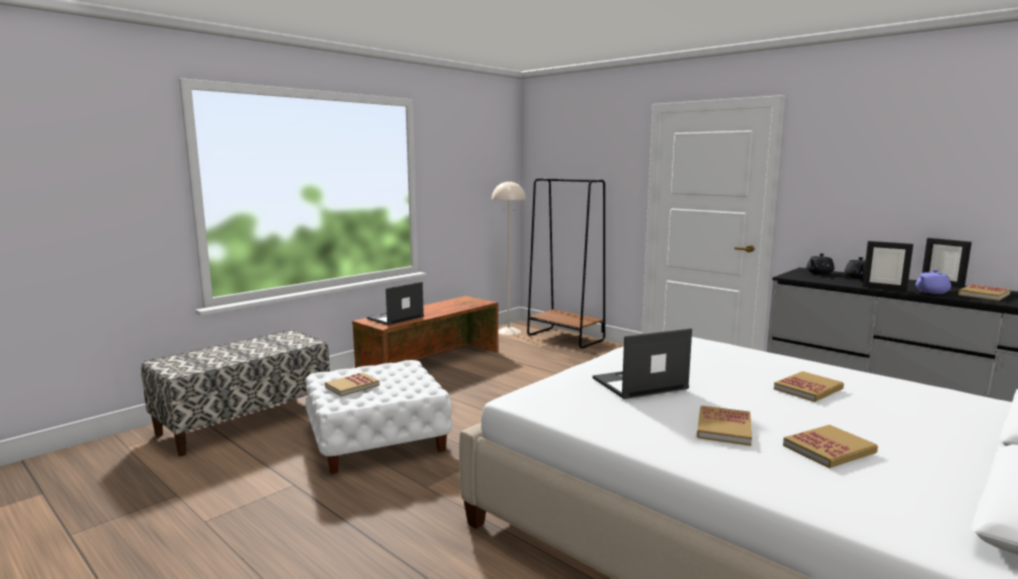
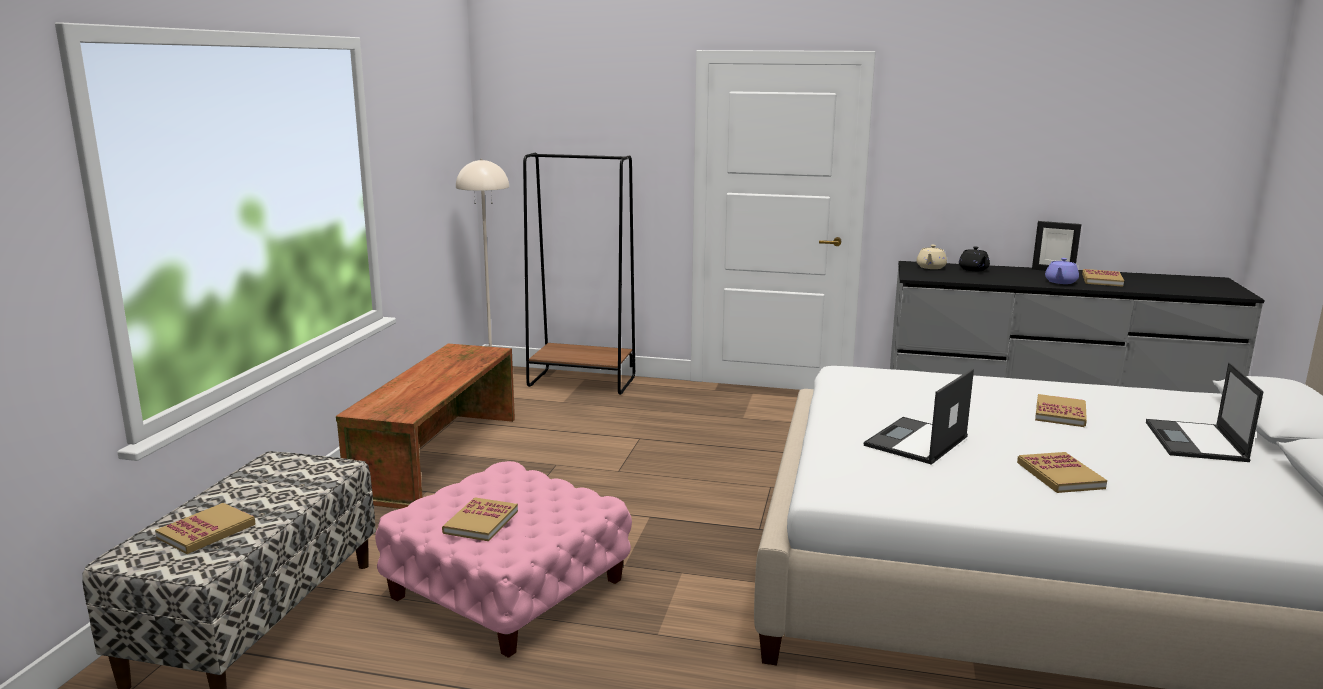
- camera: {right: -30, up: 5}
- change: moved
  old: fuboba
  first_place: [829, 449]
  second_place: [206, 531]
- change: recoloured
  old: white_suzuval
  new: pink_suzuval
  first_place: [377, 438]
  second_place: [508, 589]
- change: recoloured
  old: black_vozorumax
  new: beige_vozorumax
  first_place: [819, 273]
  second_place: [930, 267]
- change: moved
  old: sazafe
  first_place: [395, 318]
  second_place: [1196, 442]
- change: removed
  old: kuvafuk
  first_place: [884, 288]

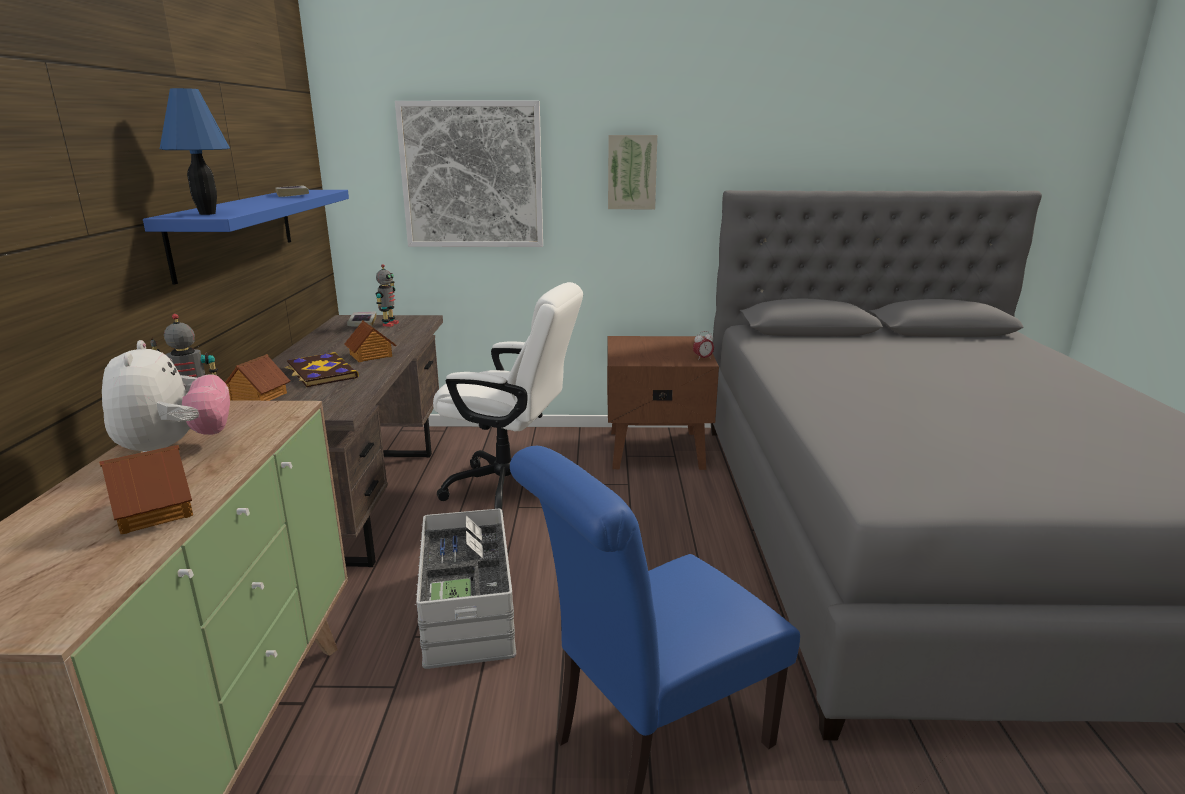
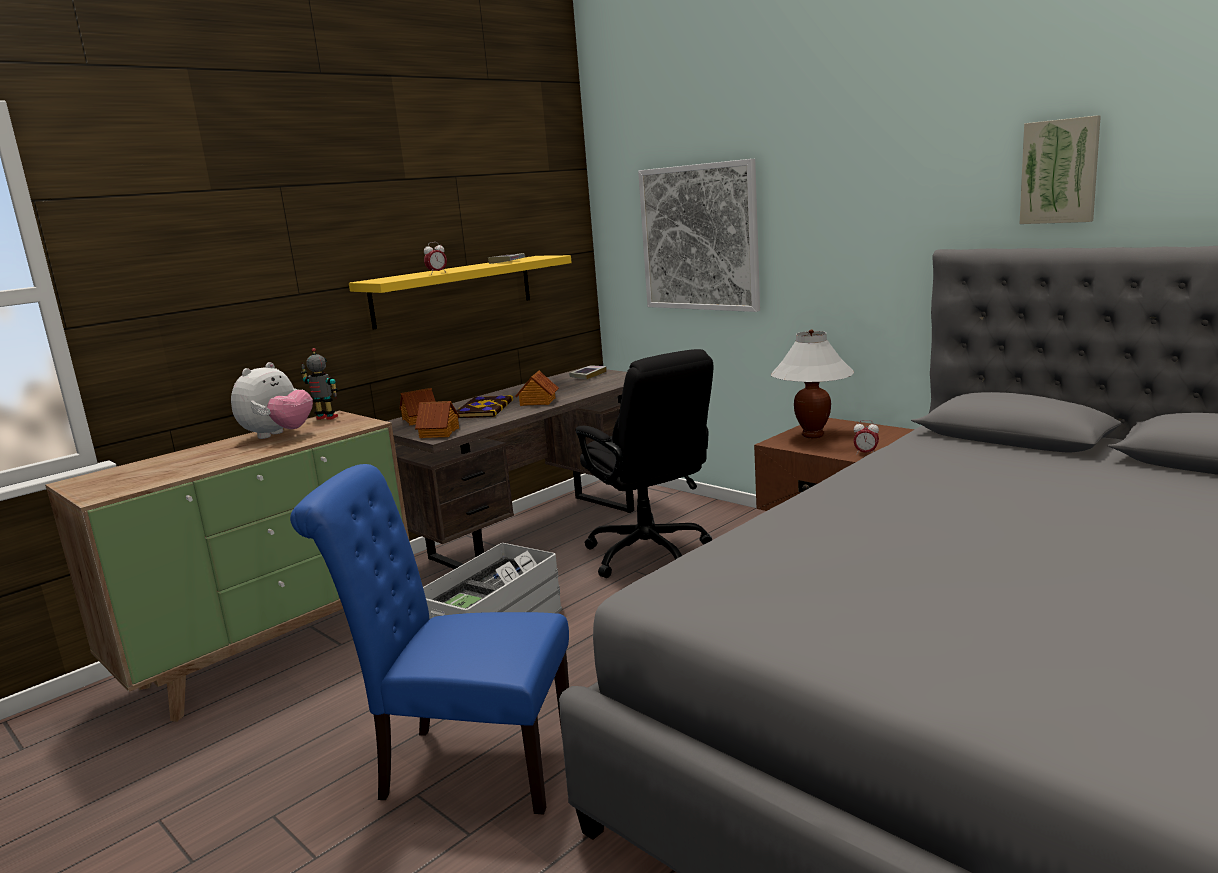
- camera: {right: 45, up: -5}
- change: recoloured
  old: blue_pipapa
  new: yellow_pipapa
  first_place: [235, 231]
  second_place: [453, 290]
- change: moved
  old: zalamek
  first_place: [152, 511]
  second_place: [438, 433]
- change: added
  new: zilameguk
  second_place: [437, 273]
- change: recoloured
  old: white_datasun
  new: black_datasun
  first_place: [512, 490]
  second_place: [651, 556]
- change: added
  new: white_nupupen
  second_place: [813, 435]
- change: moved
  old: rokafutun
  first_place: [632, 172]
  second_place: [1060, 171]
- change: removed
  old: blue_nupupen
  first_place: [207, 214]
- change: removed
  old: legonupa
  first_place: [389, 324]

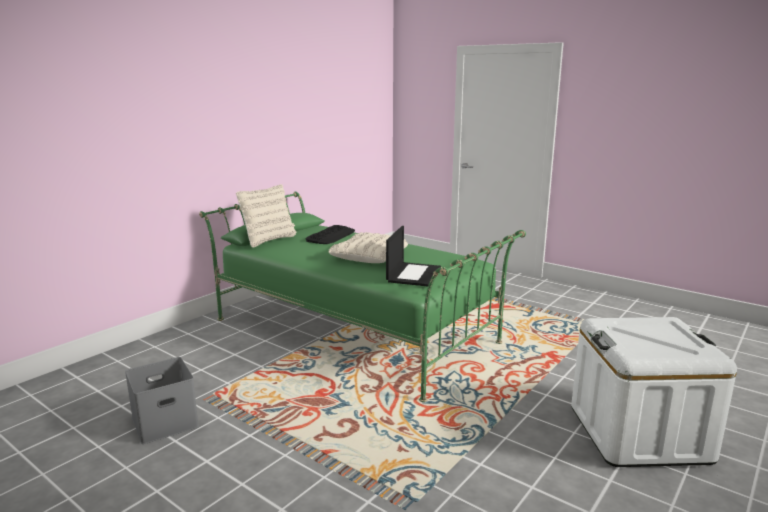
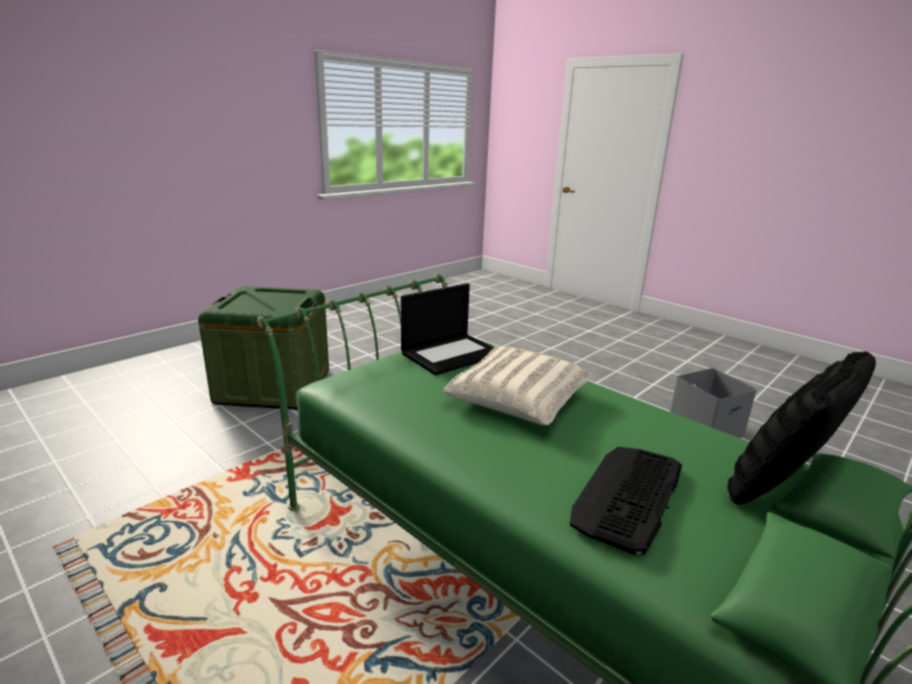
- camera: {right: -175, up: 5}
- change: recoloured
  old: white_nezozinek
  new: green_nezozinek
  first_place: [638, 433]
  second_place: [273, 386]
- change: turned
  old: sazafe
  first_place: [413, 274]
  second_place: [451, 353]
  degrees: -150
- change: recoloured
  old: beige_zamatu
  new: black_zamatu
  first_place: [269, 240]
  second_place: [781, 486]

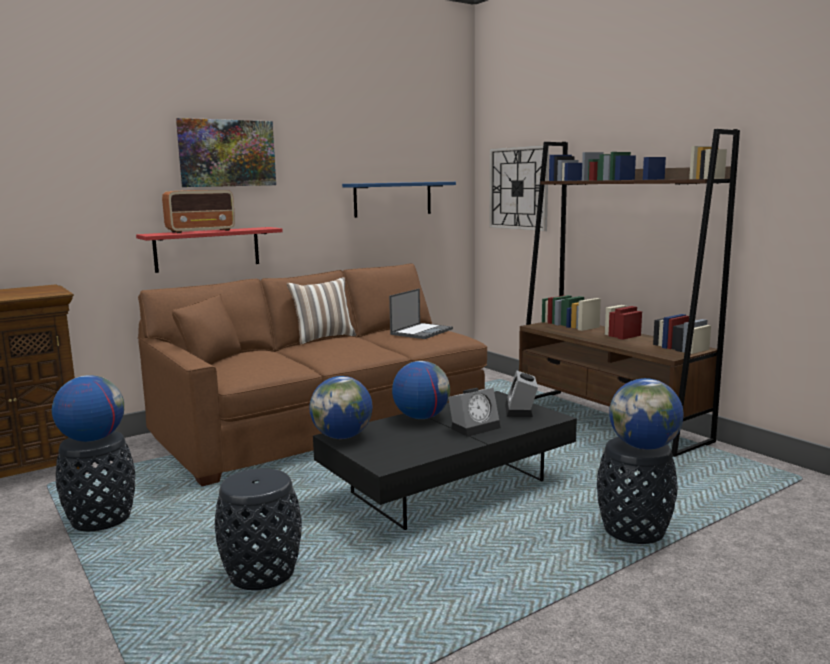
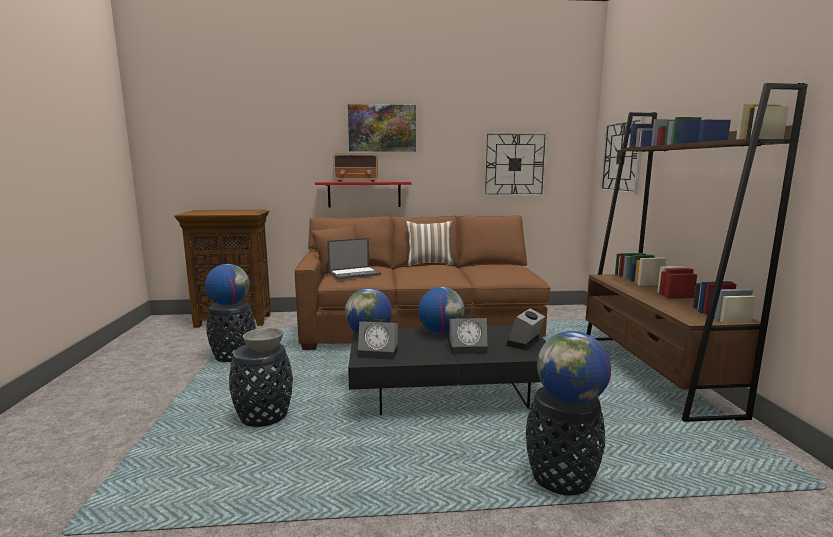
- camera: {right: 30, up: 0}
- change: added
  new: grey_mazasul
  second_place: [263, 350]
- change: moved
  old: sazafe
  first_place: [422, 331]
  second_place: [355, 273]
- change: added
  new: zilameguk
  second_place: [379, 353]
- change: replaced
  old: blue_pipapa
  new: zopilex
  first_place: [393, 199]
  second_place: [514, 164]

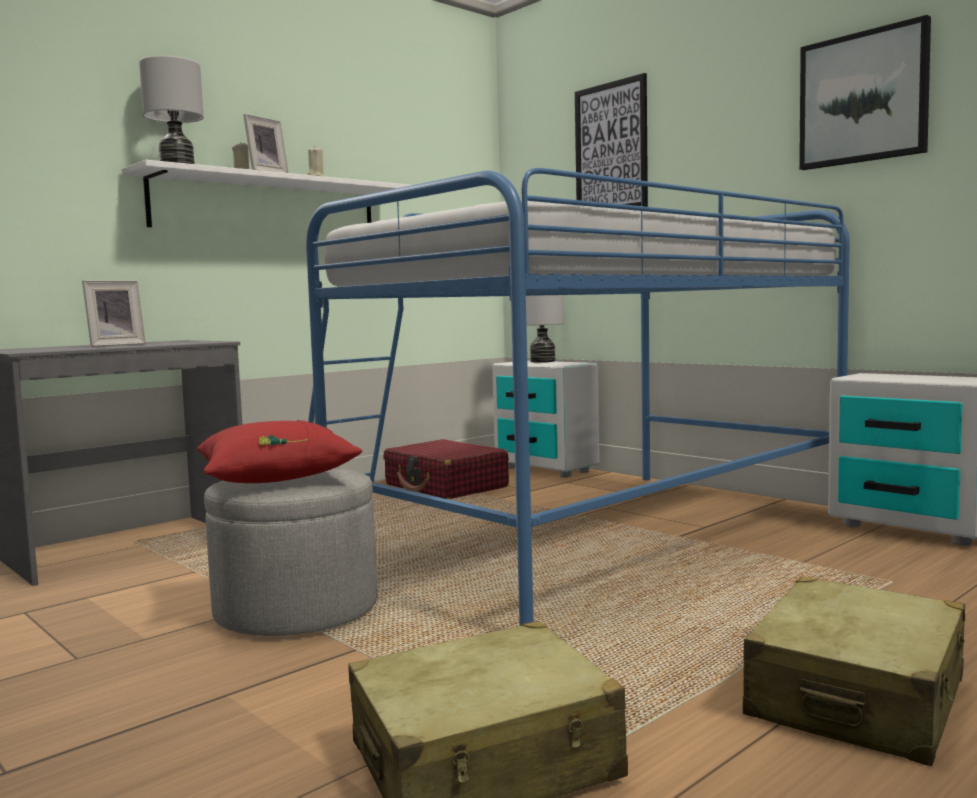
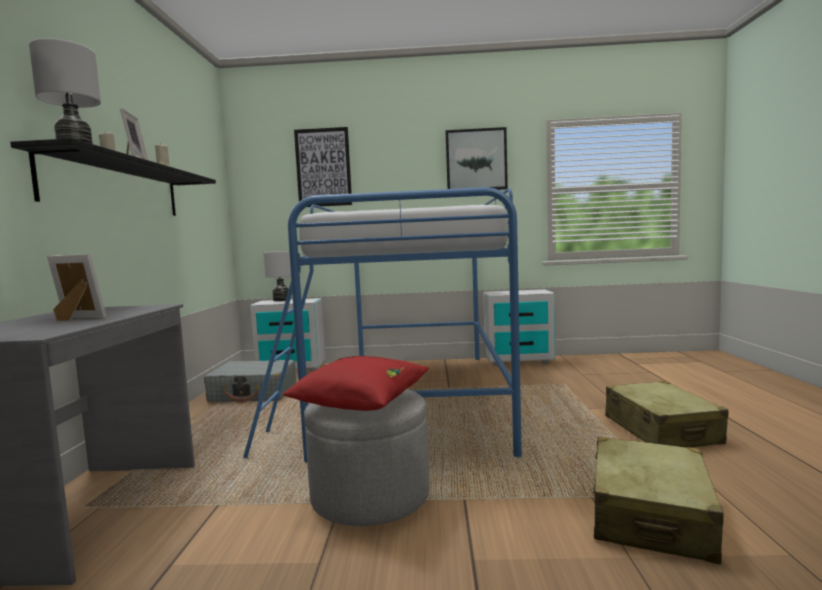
- camera: {right: -45, up: 0}
- change: recoloured
  old: white_pipapa
  new: black_pipapa
  first_place: [268, 206]
  second_place: [117, 188]
- change: turned
  old: kuvafuk
  first_place: [115, 345]
  second_place: [75, 319]
  degrees: -75
- change: recoloured
  old: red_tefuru
  new: grey_tefuru
  first_place: [446, 486]
  second_place: [254, 393]

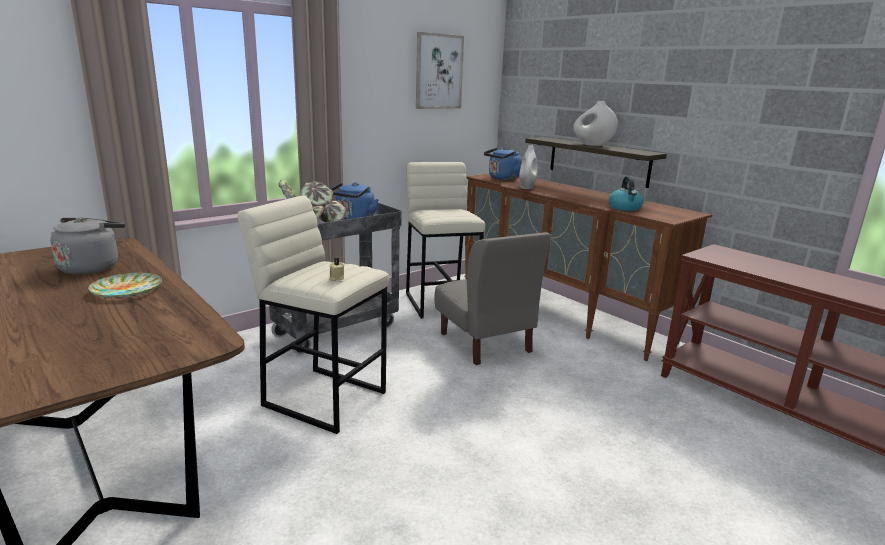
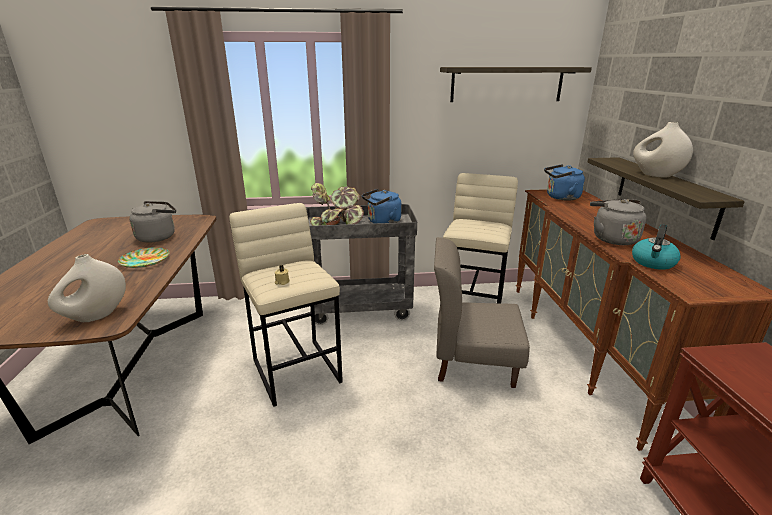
- camera: {right: 35, up: 5}
- change: moved
  old: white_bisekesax
  first_place: [527, 187]
  second_place: [96, 316]
- change: turned
  old: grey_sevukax
  first_place: [485, 342]
  second_place: [473, 362]
  degrees: 90
- change: replaced
  old: rokafutun
  new: pipapa
  first_place: [438, 72]
  second_place: [506, 84]
- change: added
  new: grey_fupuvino
  second_place: [612, 238]

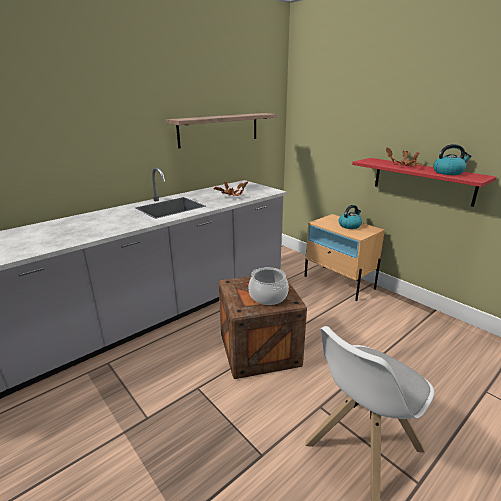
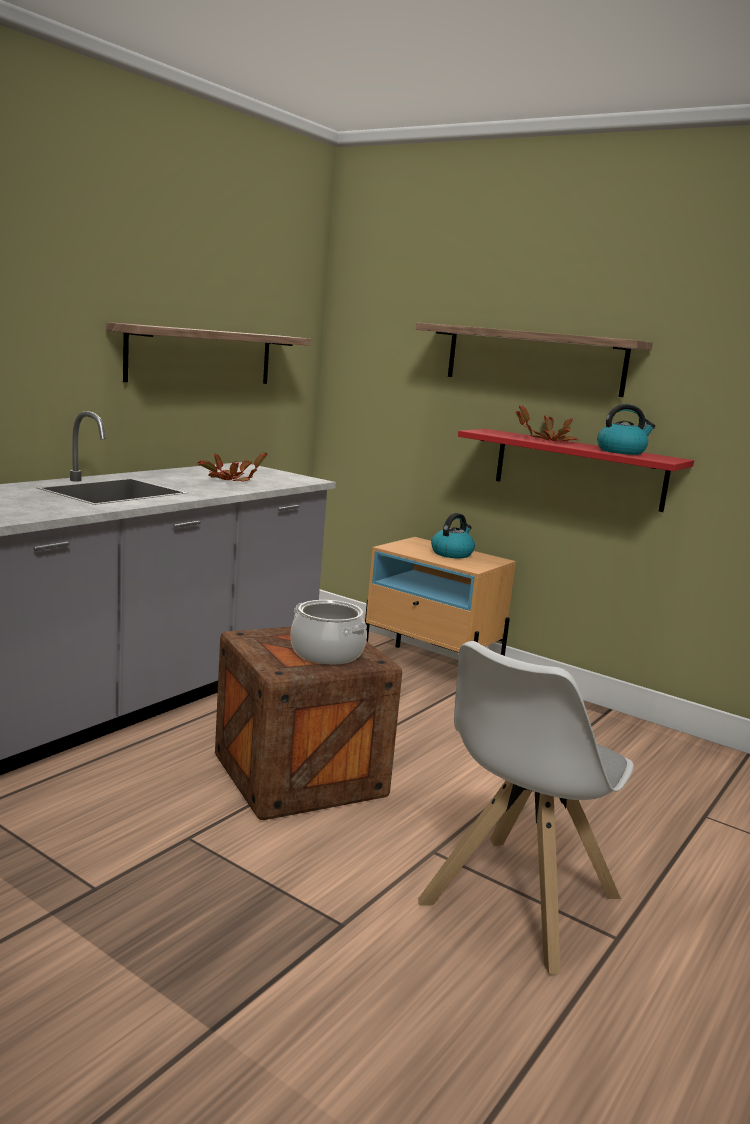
- camera: {right: -15, up: -10}
- change: added
  new: pipapa
  second_place: [534, 359]

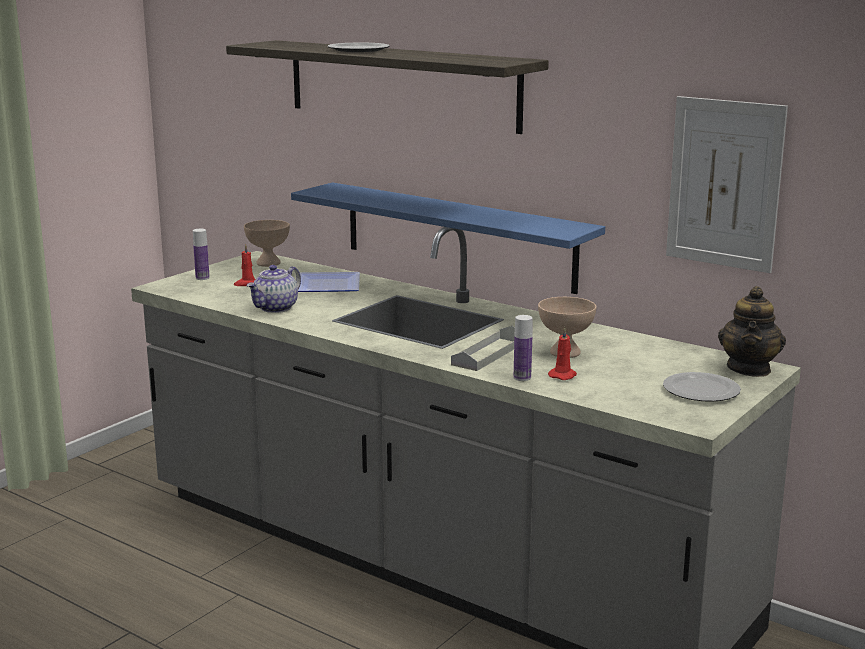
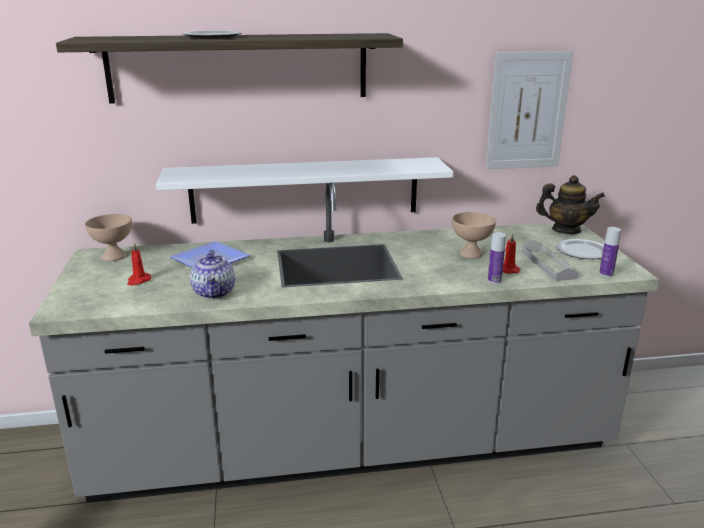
- camera: {right: -45, up: 5}
- change: recoloured
  old: blue_pipapa
  new: white_pipapa
  first_place: [457, 236]
  second_place: [305, 190]
- change: moved
  old: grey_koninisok
  first_place: [488, 354]
  second_place: [548, 264]
- change: turned
  old: vozorumax
  first_place: [749, 369]
  second_place: [566, 230]
  degrees: -45
- change: moved
  old: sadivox
  first_place: [202, 278]
  second_place: [606, 274]

